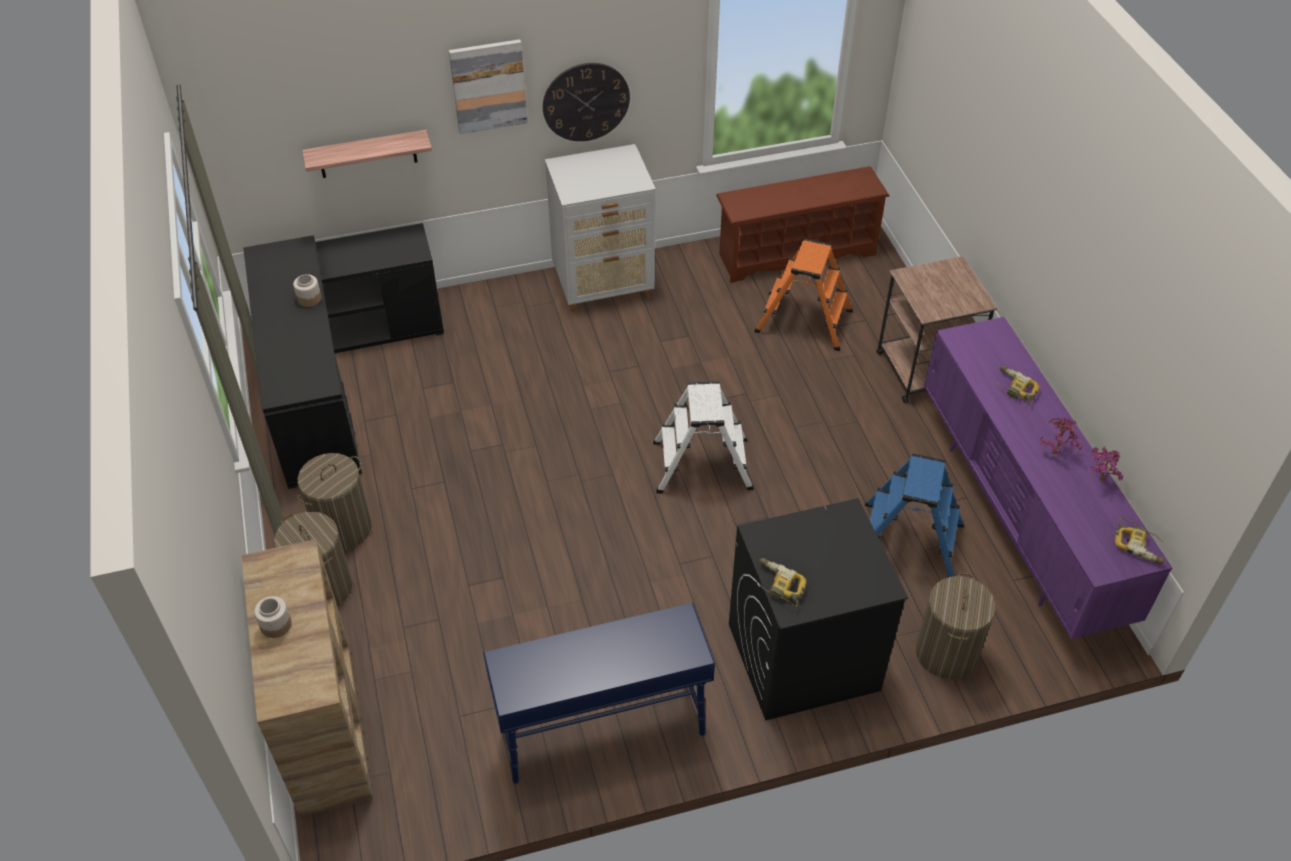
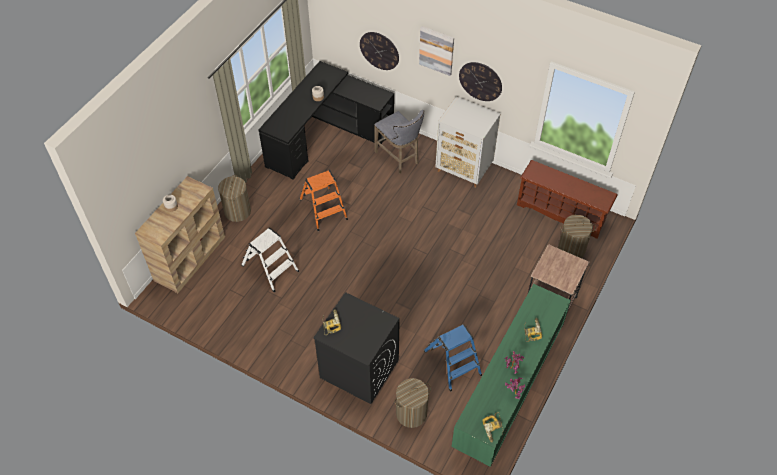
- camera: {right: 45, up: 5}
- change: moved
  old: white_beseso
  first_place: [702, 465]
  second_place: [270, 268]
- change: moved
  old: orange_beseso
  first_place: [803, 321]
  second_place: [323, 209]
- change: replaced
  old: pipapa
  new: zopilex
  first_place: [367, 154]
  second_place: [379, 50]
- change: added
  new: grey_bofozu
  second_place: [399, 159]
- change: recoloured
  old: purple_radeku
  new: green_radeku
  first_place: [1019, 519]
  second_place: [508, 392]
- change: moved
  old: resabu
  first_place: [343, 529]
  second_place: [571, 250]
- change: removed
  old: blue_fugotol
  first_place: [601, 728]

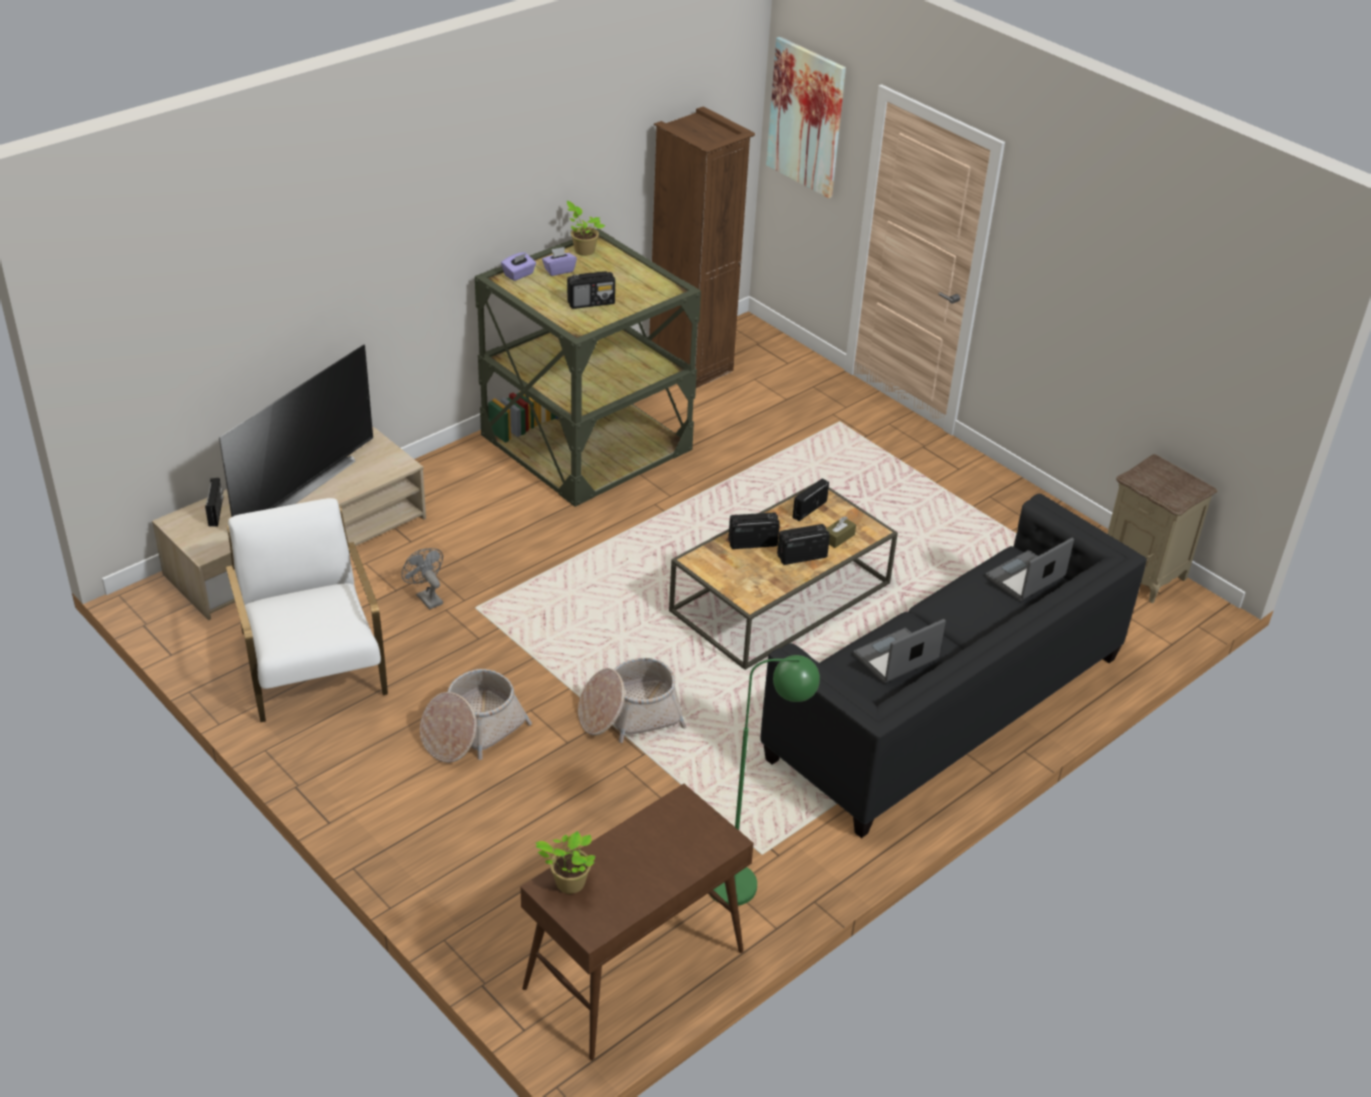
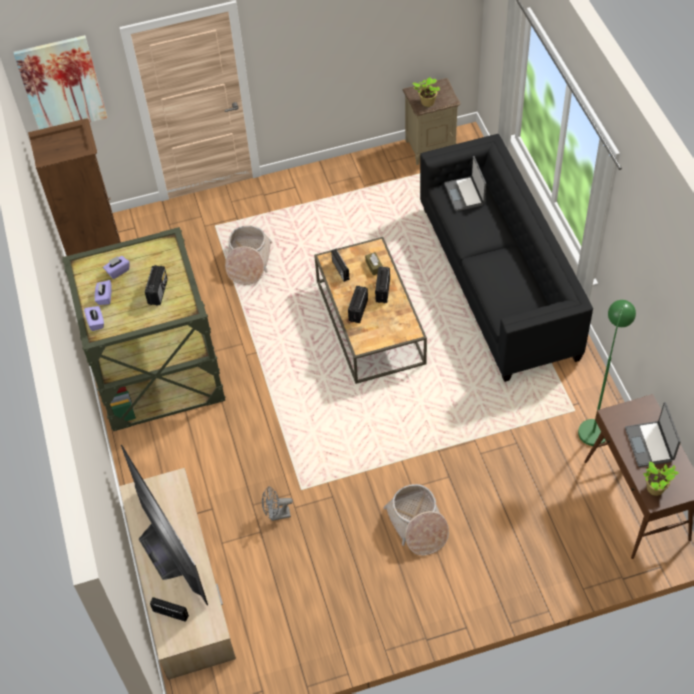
- camera: {right: -60, up: 15}
- change: added
  new: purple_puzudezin
  second_place: [118, 271]
- change: moved
  old: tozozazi
  first_place: [629, 715]
  second_place: [248, 262]
- change: moved
  old: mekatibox
  first_place: [583, 250]
  second_place: [426, 102]
- change: moved
  old: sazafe
  first_place: [896, 658]
  second_place: [650, 444]
- change: removed
  old: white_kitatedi
  first_place: [313, 665]

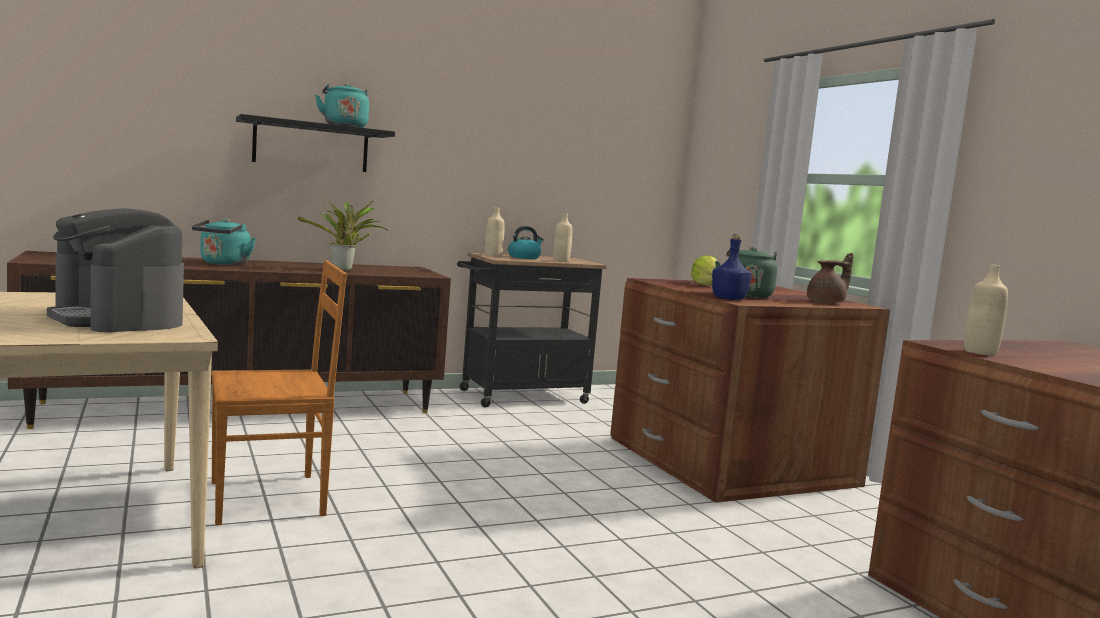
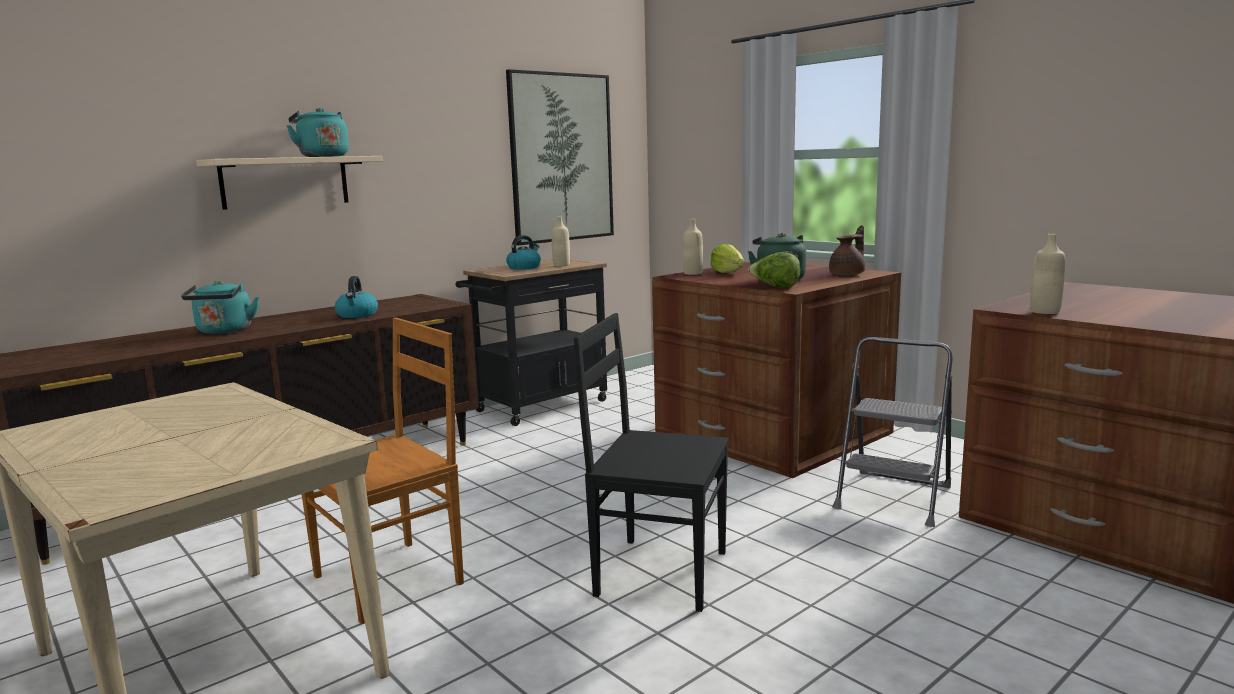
- camera: {right: -15, up: 5}
- change: recoloured
  old: black_pipapa
  new: beige_pipapa
  first_place: [311, 146]
  second_place: [285, 182]
- change: replaced
  old: mekatibox
  new: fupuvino
  first_place: [343, 270]
  second_place: [357, 315]
- change: added
  new: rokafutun
  second_place: [561, 158]
- change: added
  new: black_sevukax
  second_place: [657, 572]
- change: moved
  old: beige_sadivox
  first_place: [493, 255]
  second_place: [693, 273]
- change: replaced
  old: blue_sadivox
  new: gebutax
  first_place: [728, 299]
  second_place: [775, 287]
- change: added
  new: grey_beseso
  second_place: [895, 495]
- change: removed
  old: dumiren
  first_place: [118, 319]

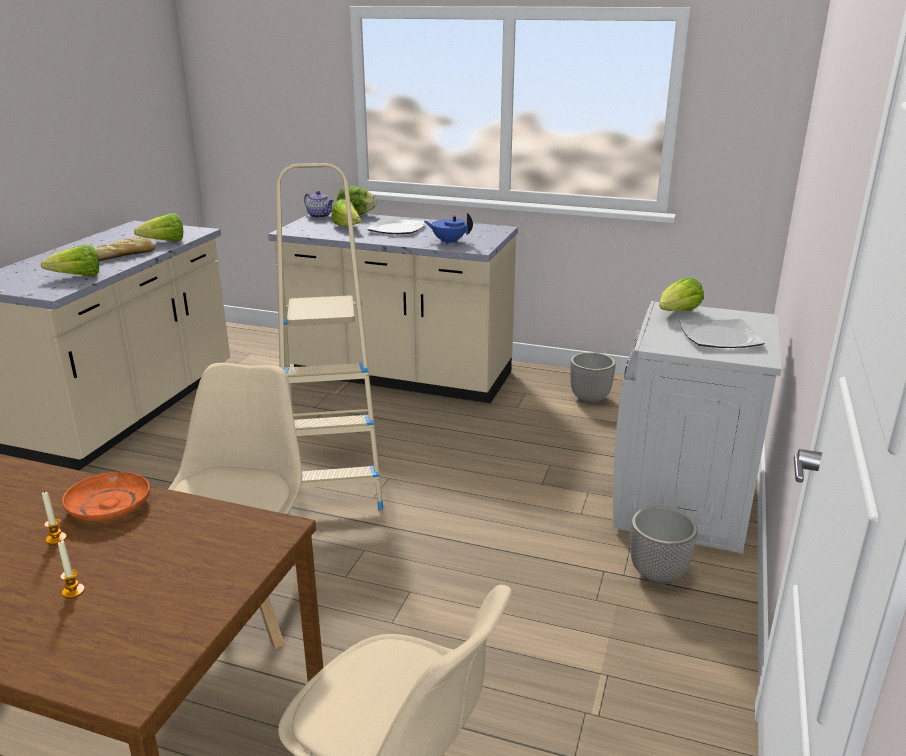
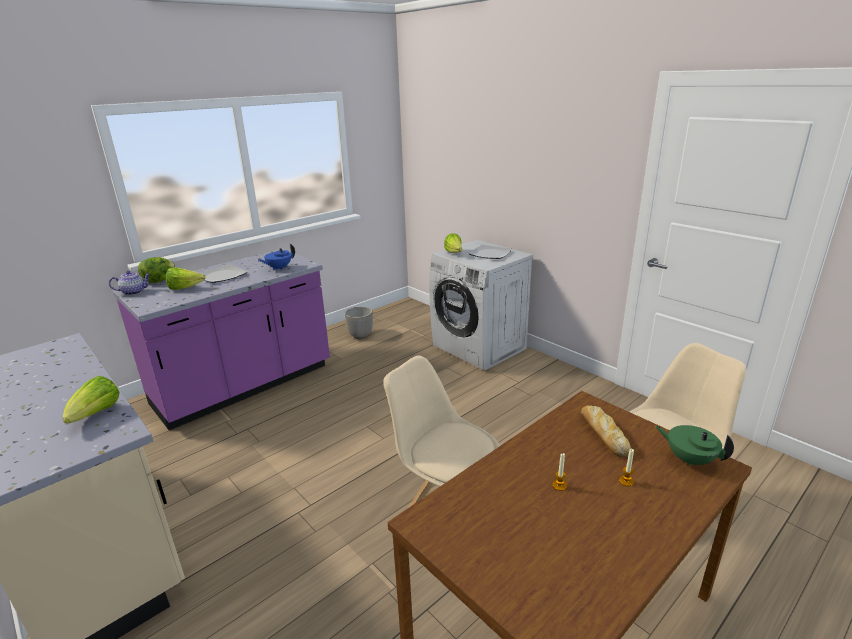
- camera: {right: -60, up: 0}
- change: recoloured
  old: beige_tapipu
  new: purple_tapipu
  first_place: [399, 376]
  second_place: [244, 386]
- change: moved
  old: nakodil
  first_place: [125, 255]
  second_place: [602, 434]
- change: added
  new: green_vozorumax
  second_place: [689, 459]
- change: removed
  old: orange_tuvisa
  first_place: [109, 506]
- change: removed
  old: gebutax
  first_place: [165, 242]
- change: removed
  old: beige_beseso
  first_place: [332, 465]
- change: removed
  old: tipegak
  first_place: [657, 573]

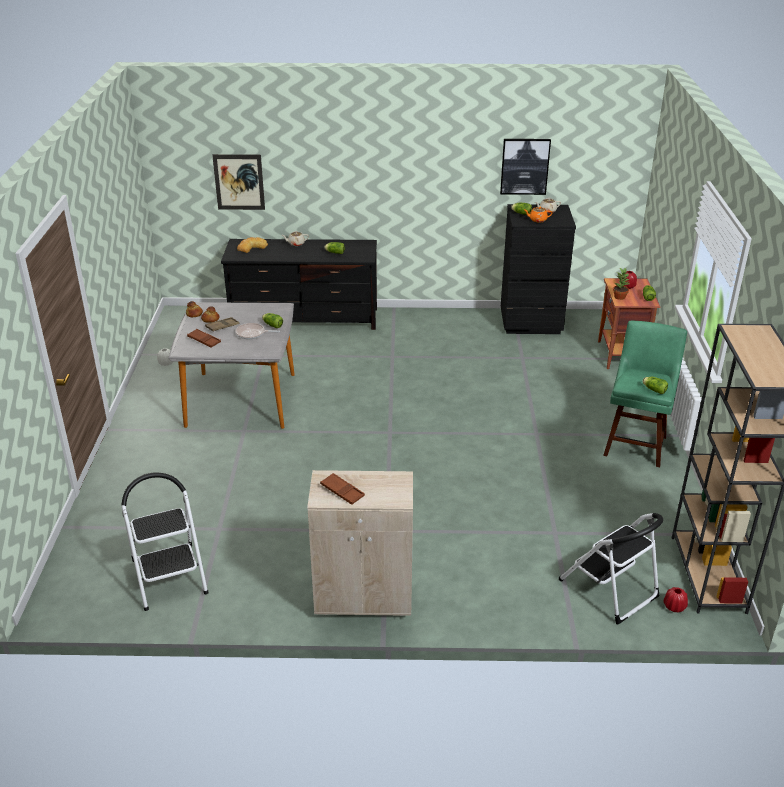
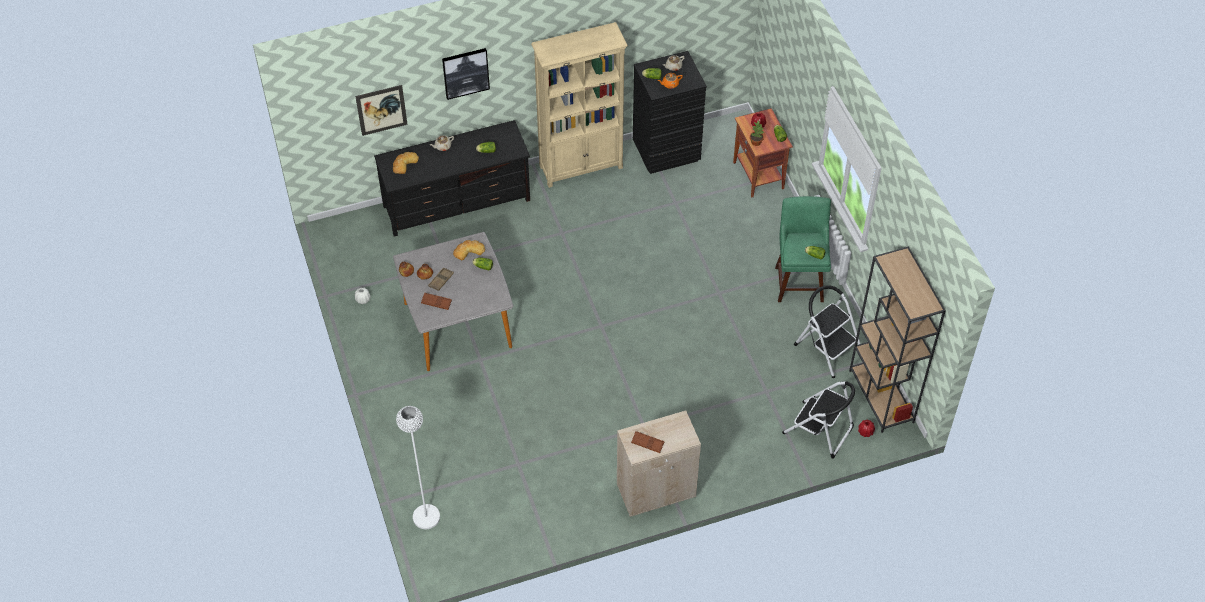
- camera: {right: -20, up: 20}
- change: added
  new: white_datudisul
  second_place: [426, 517]
- change: moved
  old: rokafutun
  first_place: [524, 166]
  second_place: [465, 72]
- change: added
  new: nakodil
  second_place: [468, 251]
- change: added
  new: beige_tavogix
  second_place: [581, 167]
- change: moved
  old: beseso
  first_place: [169, 574]
  second_place: [827, 348]
- change: removed
  old: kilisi
  first_place: [252, 334]

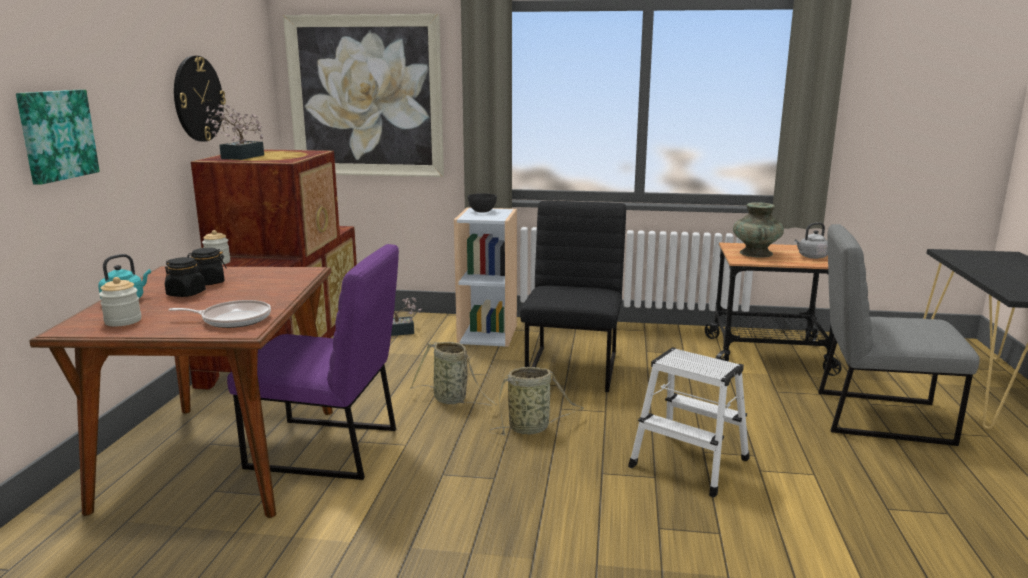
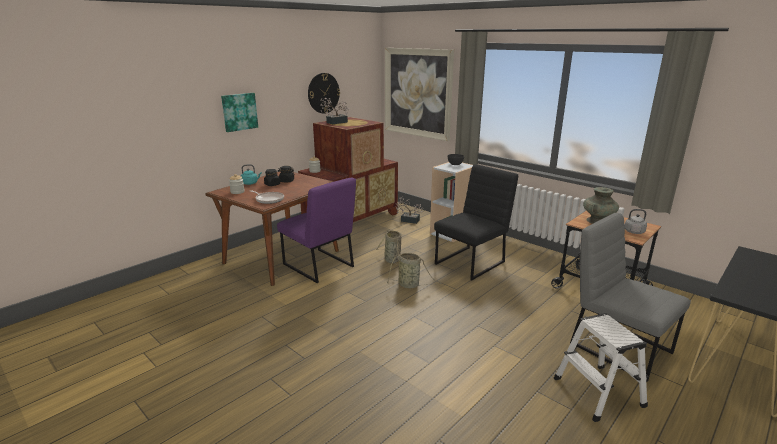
- camera: {right: 35, up: 5}
- change: moved
  old: white_beseso
  first_place: [690, 462]
  second_place: [598, 392]

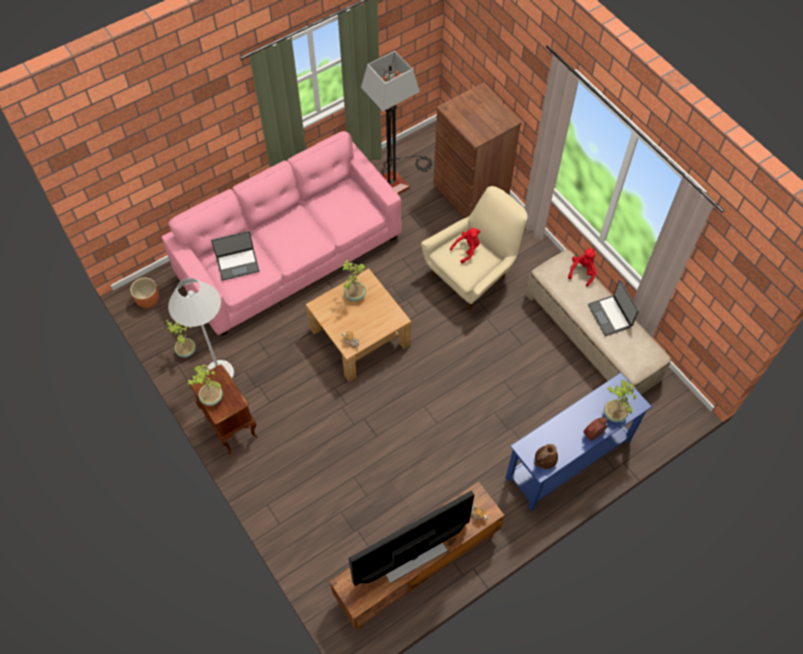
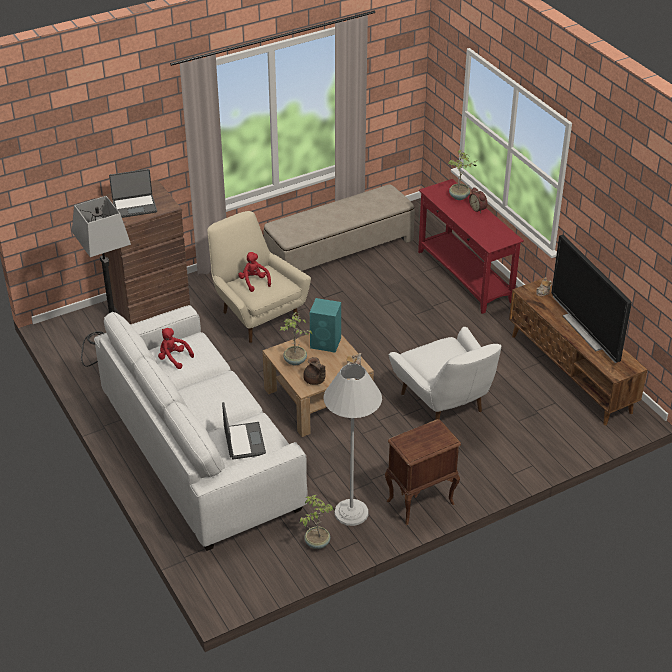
- camera: {right: -85, up: -20}
- change: recoloured
  old: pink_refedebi
  new: white_refedebi
  first_place: [290, 257]
  second_place: [200, 450]
- change: moved
  old: sazafe
  first_place: [610, 315]
  second_place: [134, 206]
- change: moved
  old: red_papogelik
  first_place: [582, 272]
  second_place: [173, 358]
- change: moved
  old: brown_vozorumax
  first_place: [544, 460]
  second_place: [315, 380]
- change: added
  new: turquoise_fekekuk
  second_place: [326, 343]
- change: added
  new: white_kitatedi
  second_place: [445, 405]
- change: recoloured
  old: blue_fugotol
  new: red_fugotol
  first_place: [568, 460]
  second_place: [465, 276]
- change: removed
  old: brown_tipegak
  first_place: [148, 299]
- change: removed
  old: mekatibox
  first_place: [211, 398]

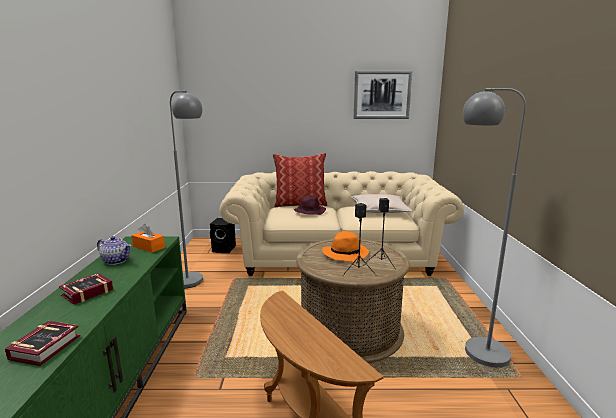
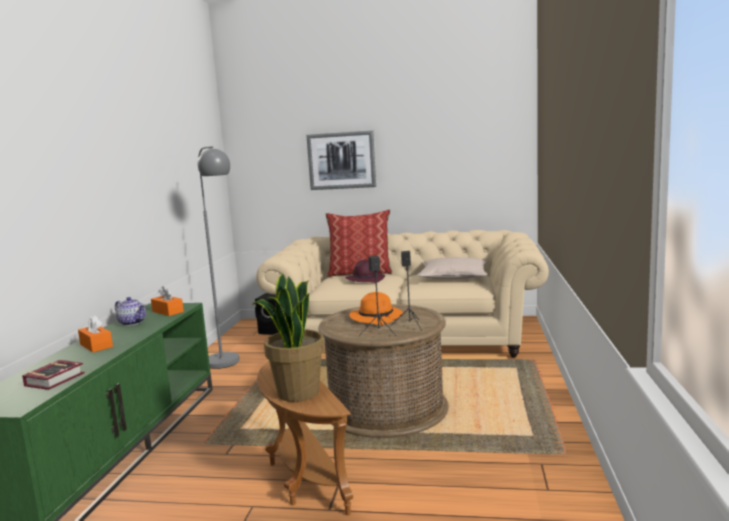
- camera: {right: 10, up: -5}
- change: replaced
  old: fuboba
  new: orange_puzudezin
  first_place: [85, 293]
  second_place: [96, 346]
- change: added
  new: mekatibox
  second_place: [297, 392]
- change: moved
  old: rokafutun
  first_place: [382, 95]
  second_place: [341, 160]
- change: removed
  old: grey_datudisul
  first_place: [473, 348]

